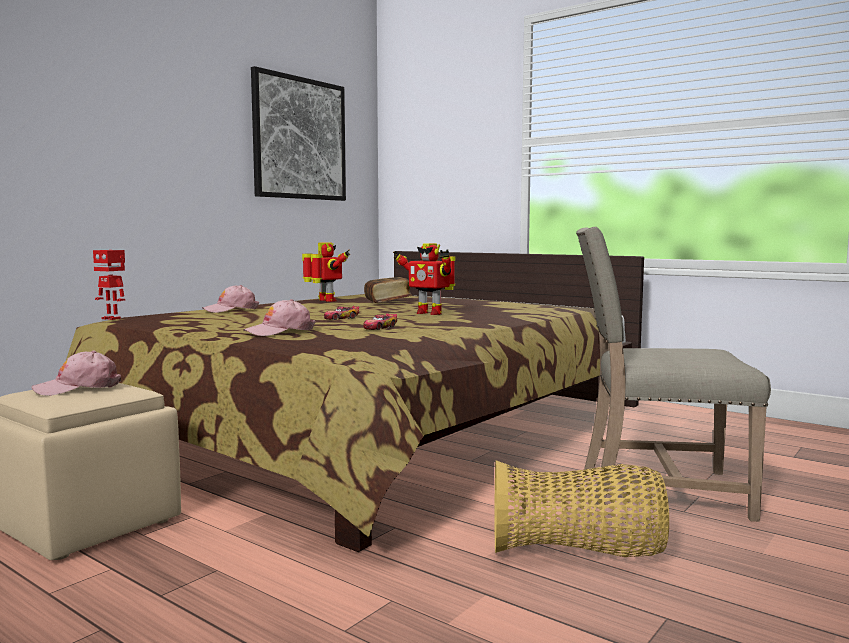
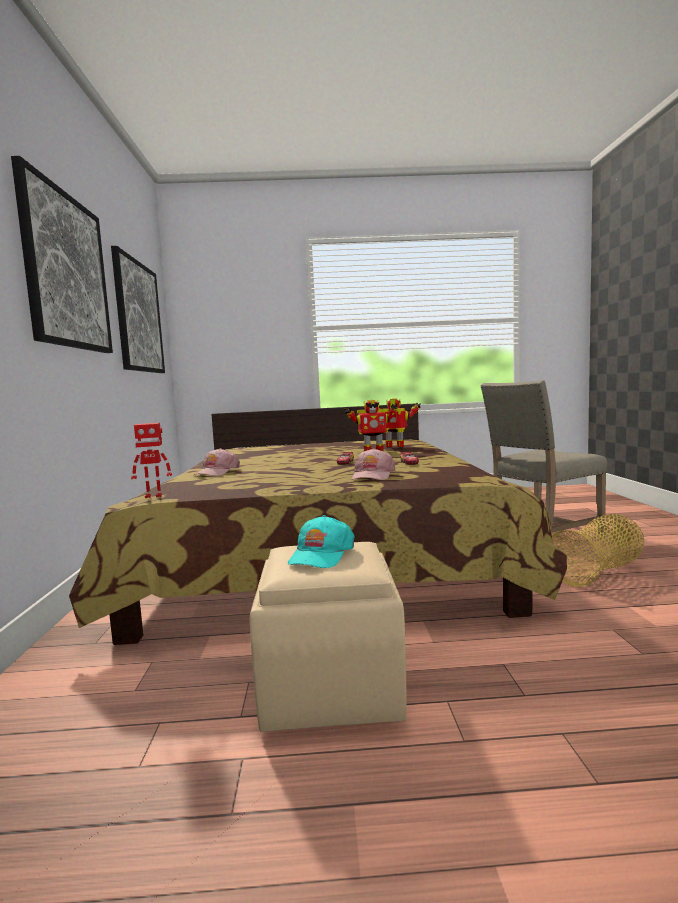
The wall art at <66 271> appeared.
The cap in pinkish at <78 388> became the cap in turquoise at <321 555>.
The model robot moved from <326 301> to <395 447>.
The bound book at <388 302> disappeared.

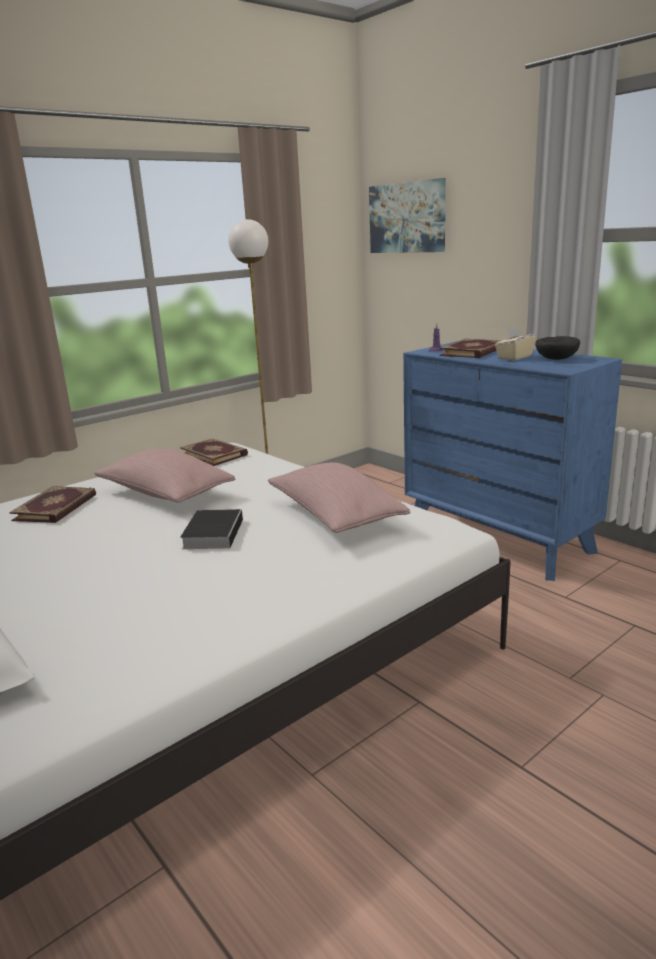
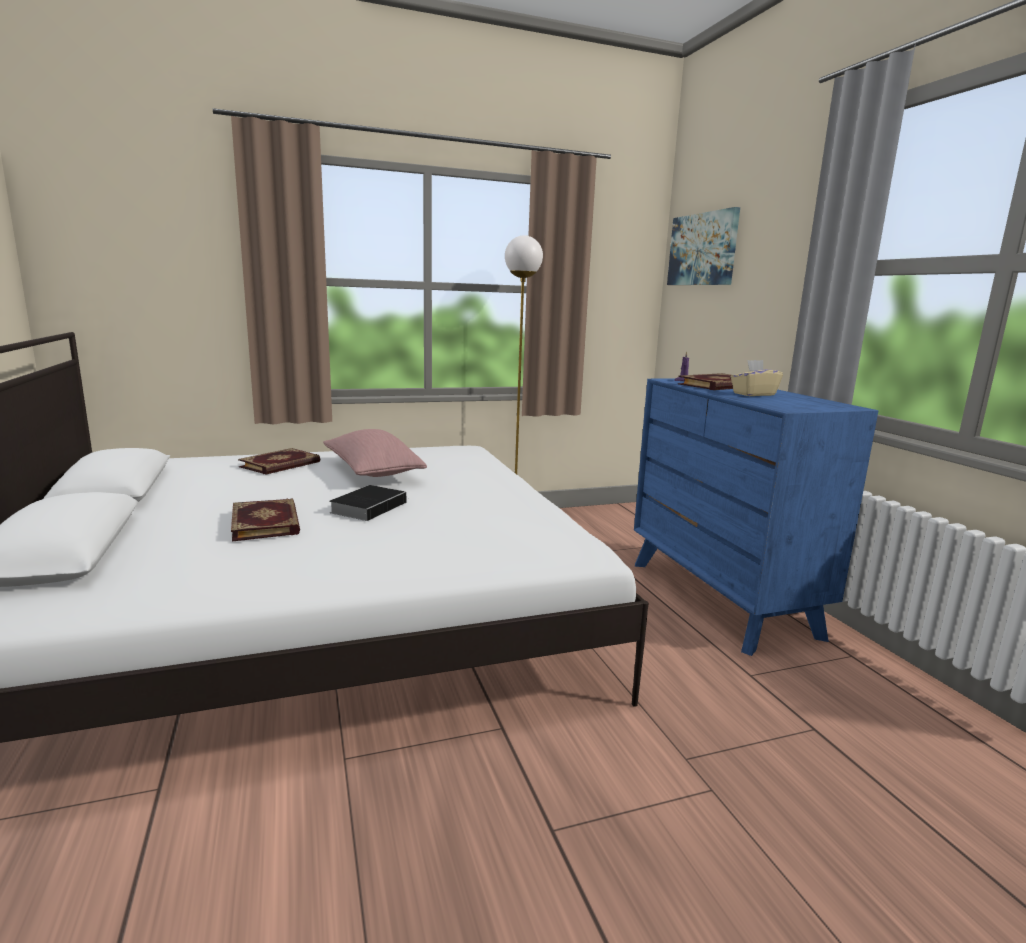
The bound book moved from <215 454> to <267 523>.
The cushion in pinkish at <335 516> disappeared.
The serving bowl in black-coloured at <556 359> disappeared.

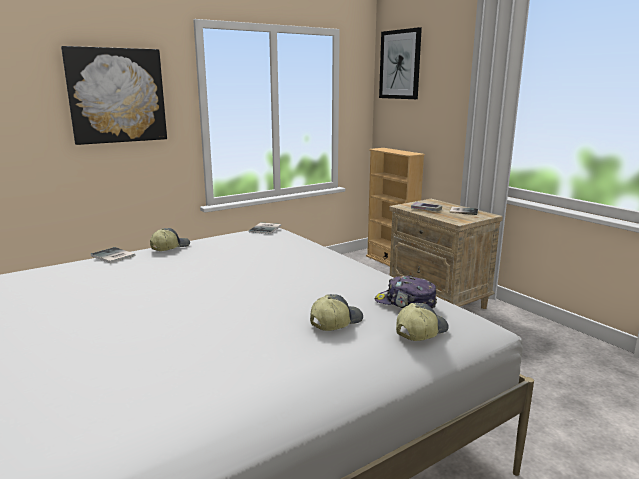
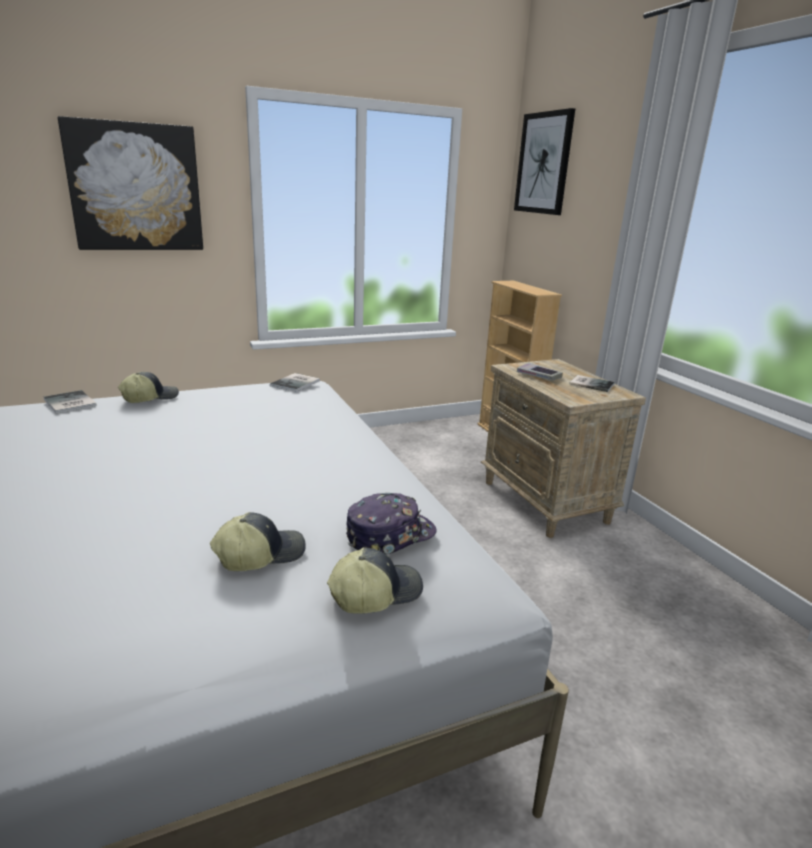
The cap at <405 303> turned 105 degrees clockwise.

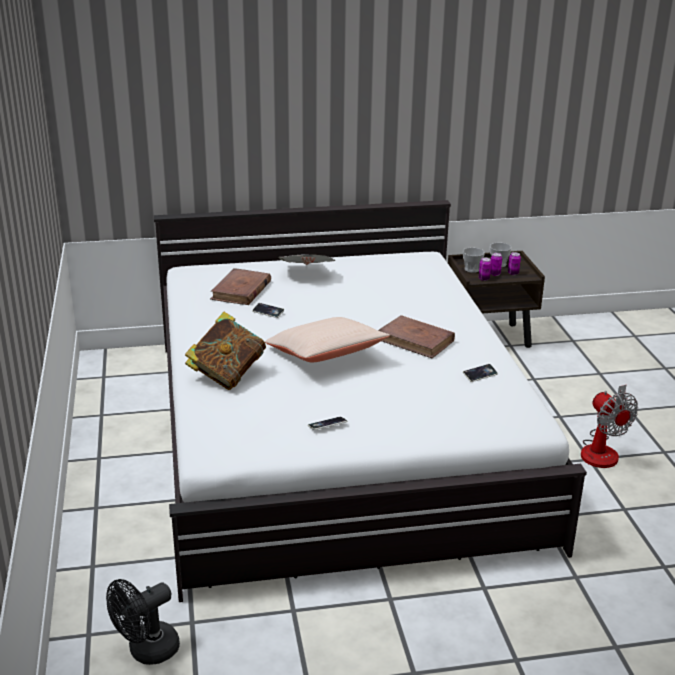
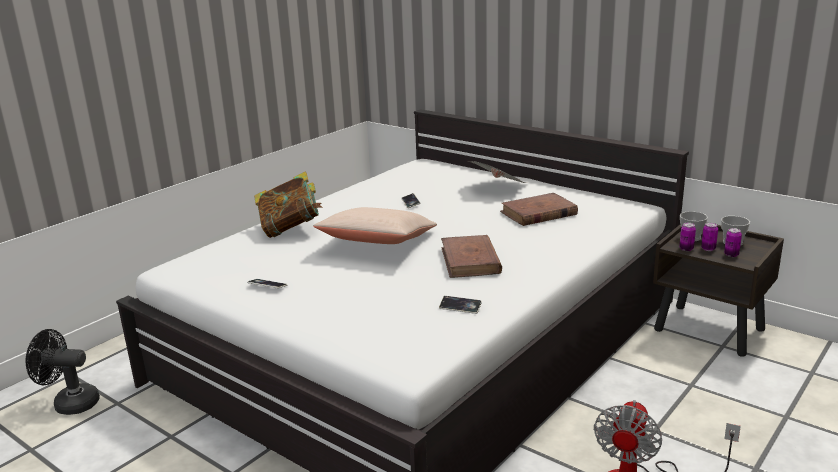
The bound book in brownish moved from <241 290> to <538 213>.

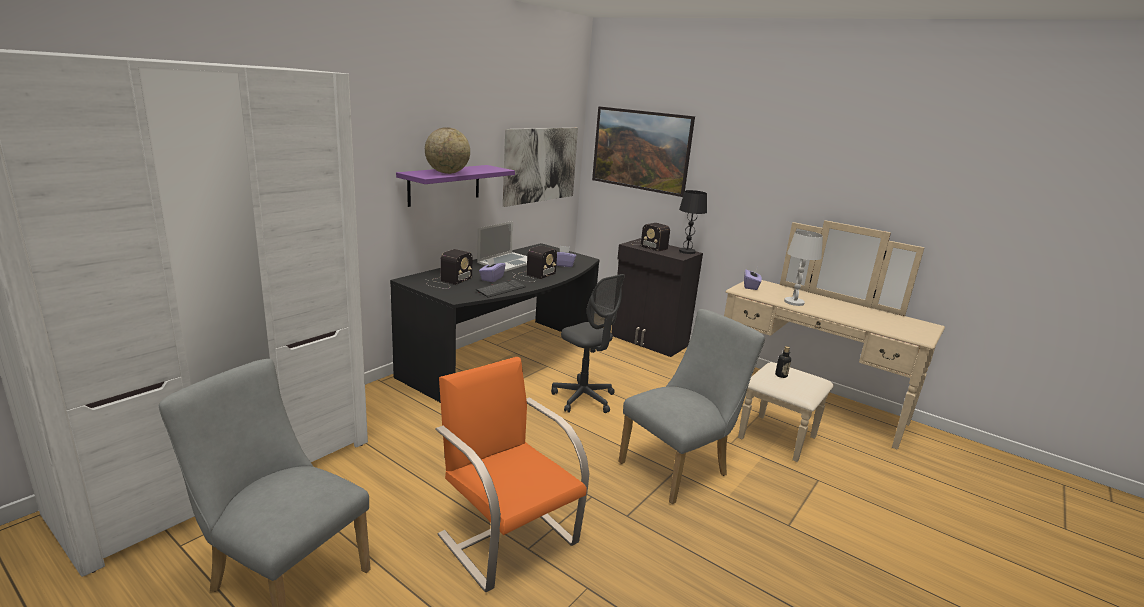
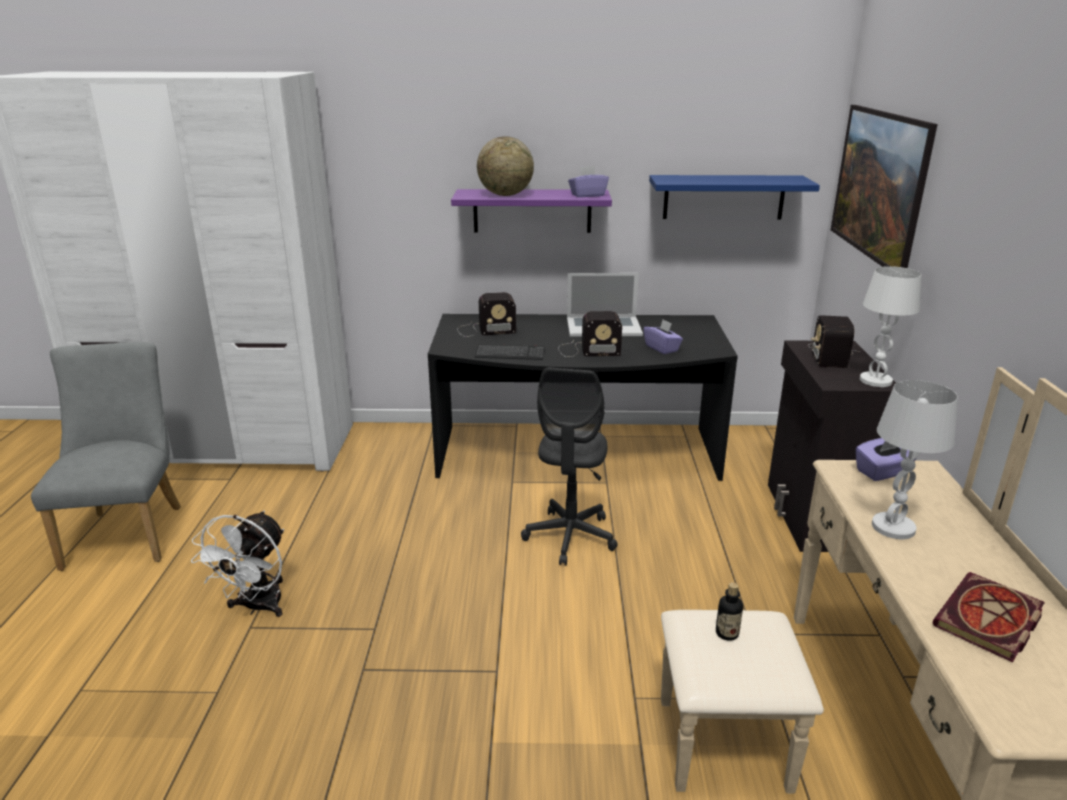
The upright chair in orangey at <507 537> was replaced by the fan in white at <257 607>.
The box of tissues in purplish moved from <491 278> to <587 195>.
The wall art at <541 165> was replaced by the shelf in blue at <723 197>.
The lamp for a table in black-coloured at <686 251> became the lamp for a table in white at <875 380>.
The bound book at <989 621> appeared.
The upright chair in grey at <679 467> disappeared.

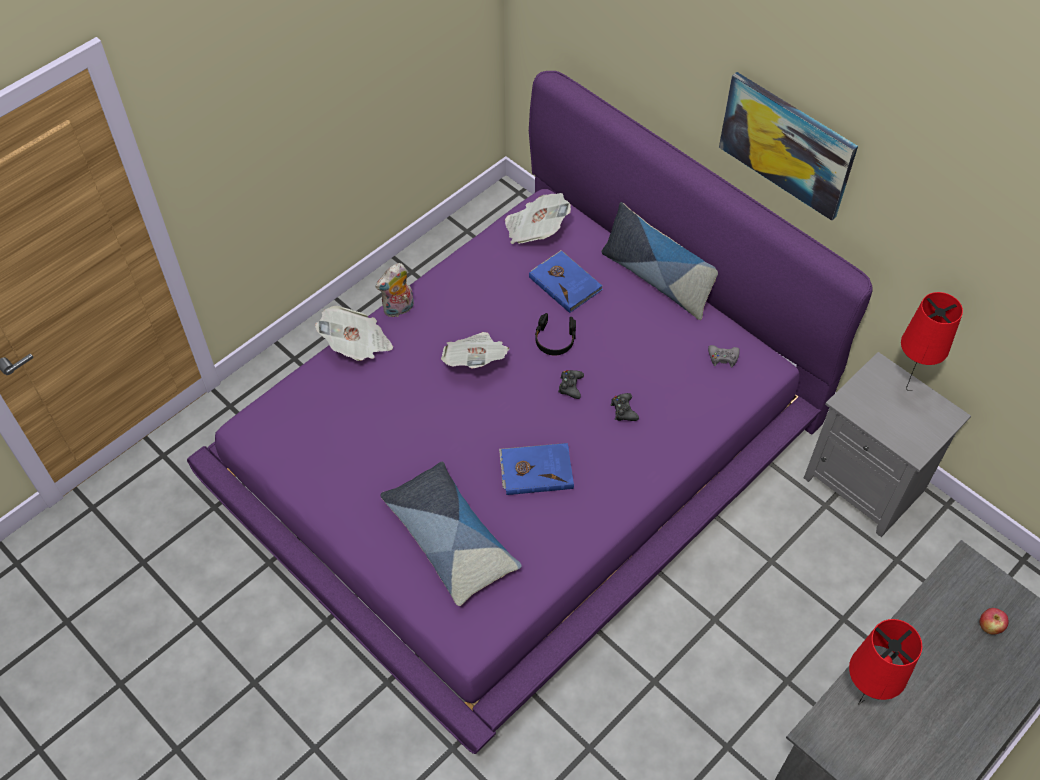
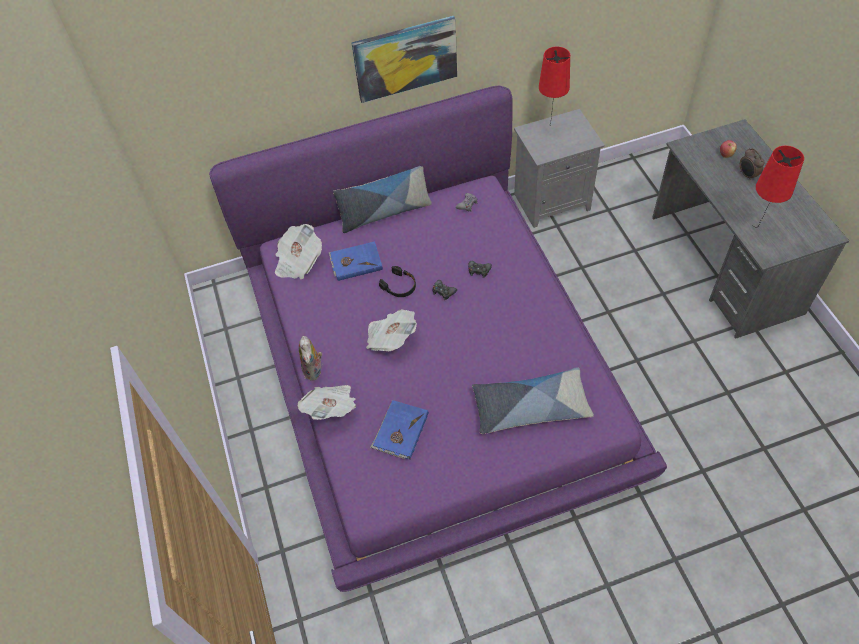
The bound book in blue moved from <536 470> to <400 431>.
The bedside clock at <747 175> appeared.

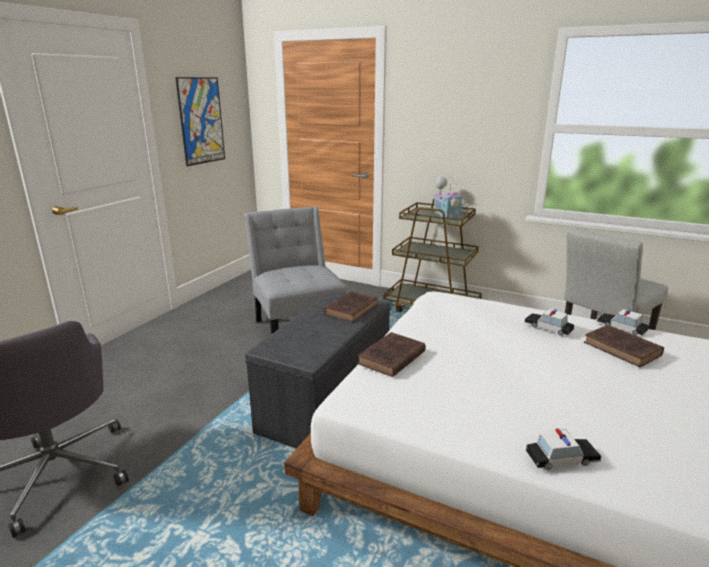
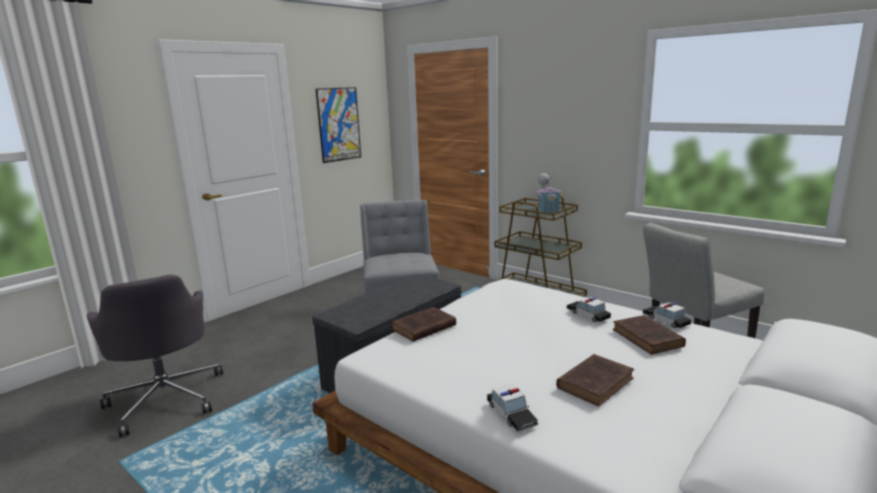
The toy car at <562 458> turned 60 degrees clockwise.
The bound book in brownish moved from <352 309> to <596 382>.

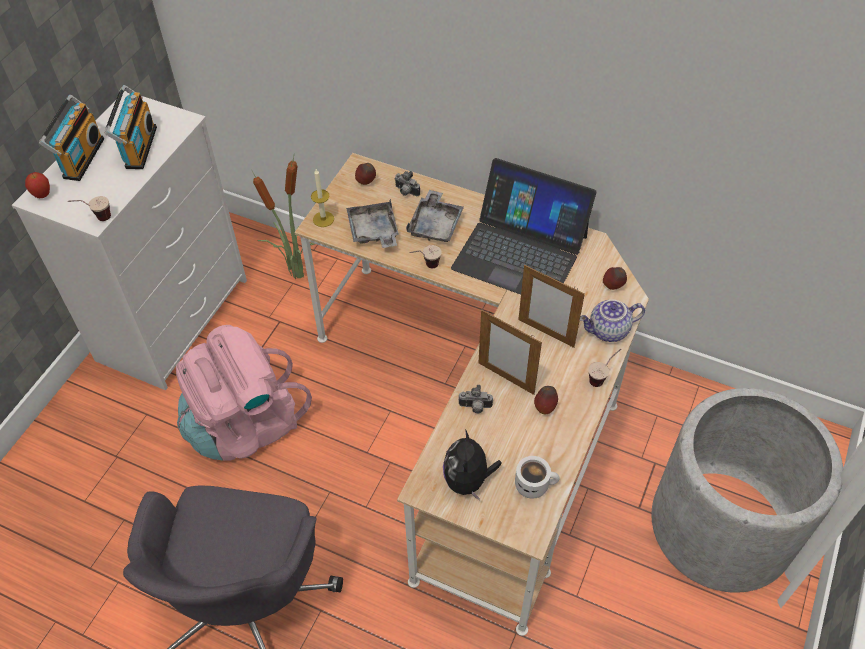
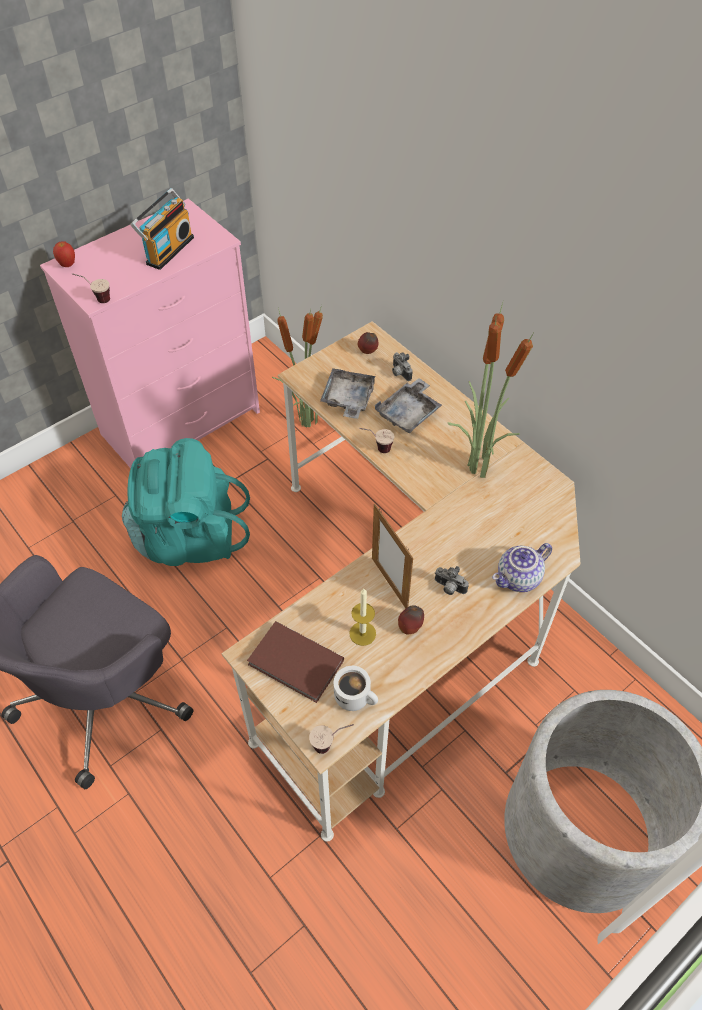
The dresser in white at <174 318> became the dresser in pinkish at <182 422>.
The rucksack in pinkish at <245 424> became the rucksack in turquoise at <189 537>.
The soft toy at <468 480> was replaced by the bound book in brownish at <295 665>.
The drinking cup moved from <602 377> to <331 744>.
The wax light moved from <323 219> to <362 633>.
The still camera moved from <475 407> to <449 588>.
The notebook computer at <520 251> was replaced by the potted plant at <476 468>.
The pot for tea at <608 331> turned 45 degrees counterclockwise.
The radio set at <81 158> disappeared.
The photo frame at <546 333> disappeared.
The apple at <613 286> disappeared.

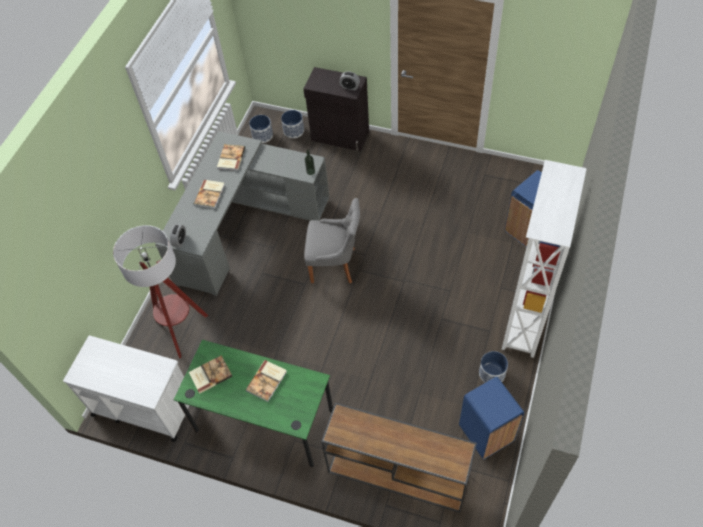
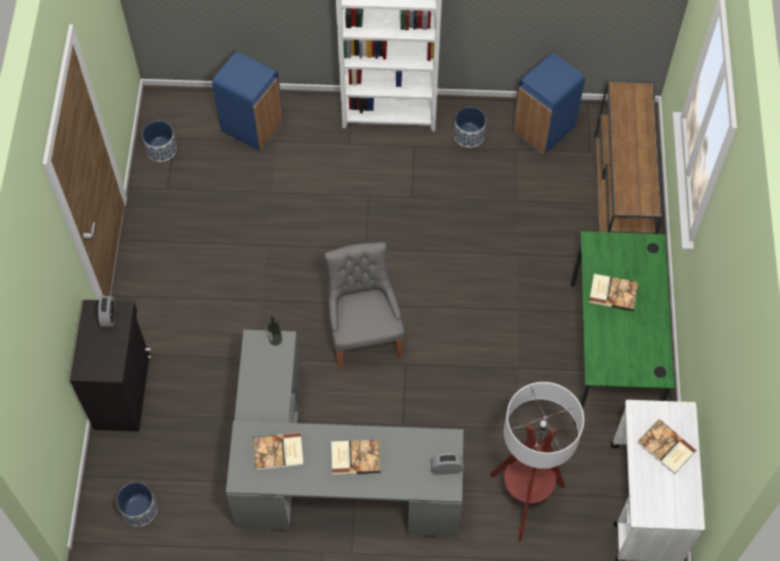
The plant pot moved from <294 130> to <161 149>.
The bound book moved from <210 374> to <666 448>.

